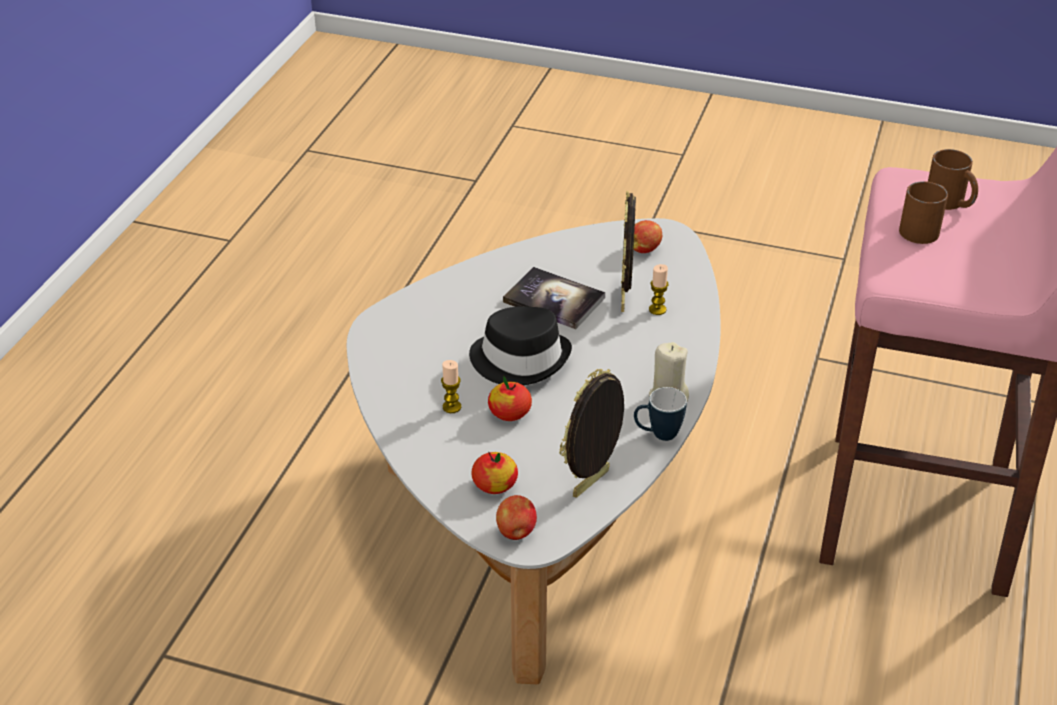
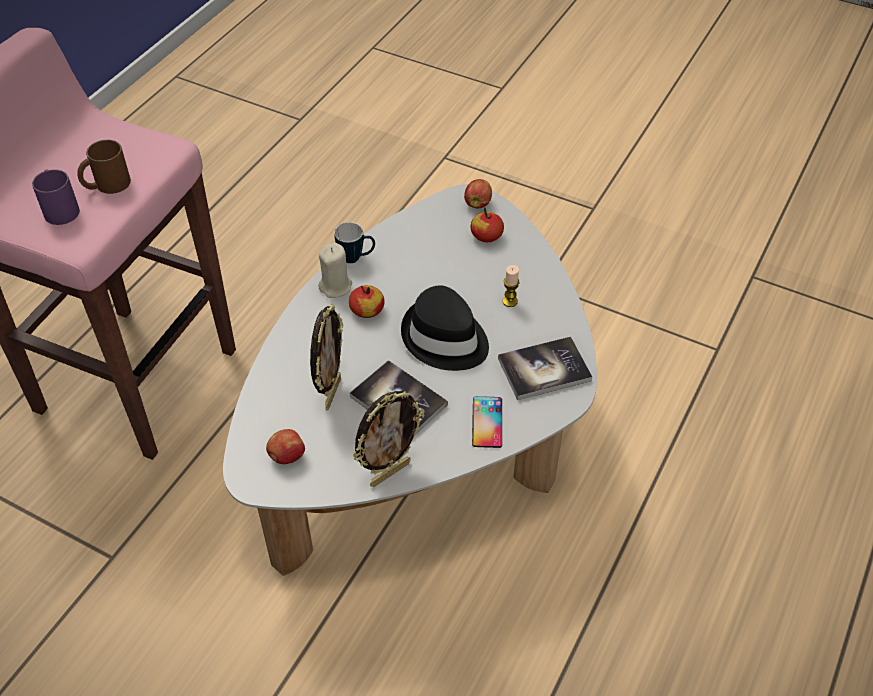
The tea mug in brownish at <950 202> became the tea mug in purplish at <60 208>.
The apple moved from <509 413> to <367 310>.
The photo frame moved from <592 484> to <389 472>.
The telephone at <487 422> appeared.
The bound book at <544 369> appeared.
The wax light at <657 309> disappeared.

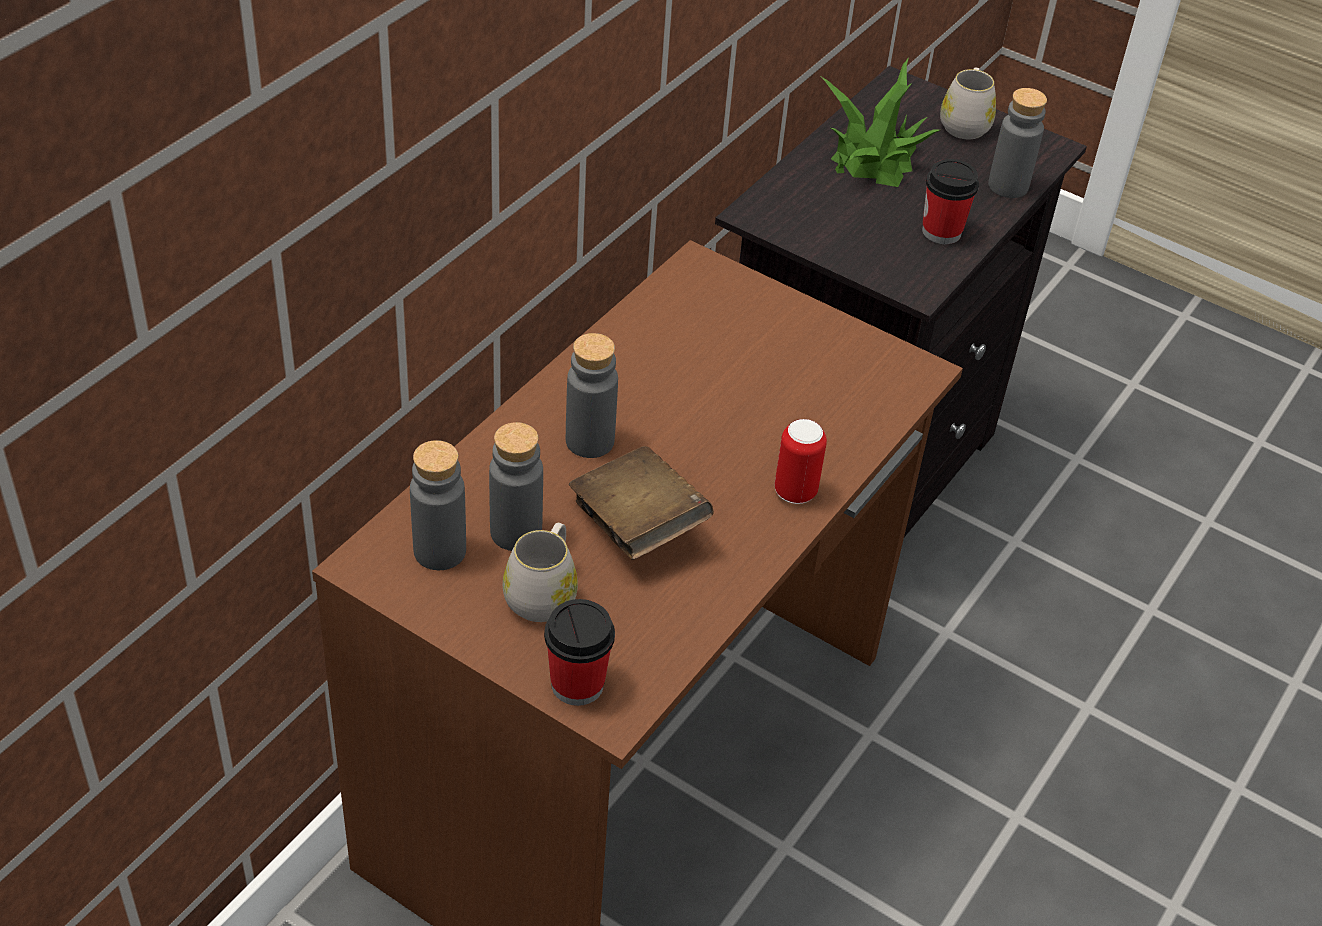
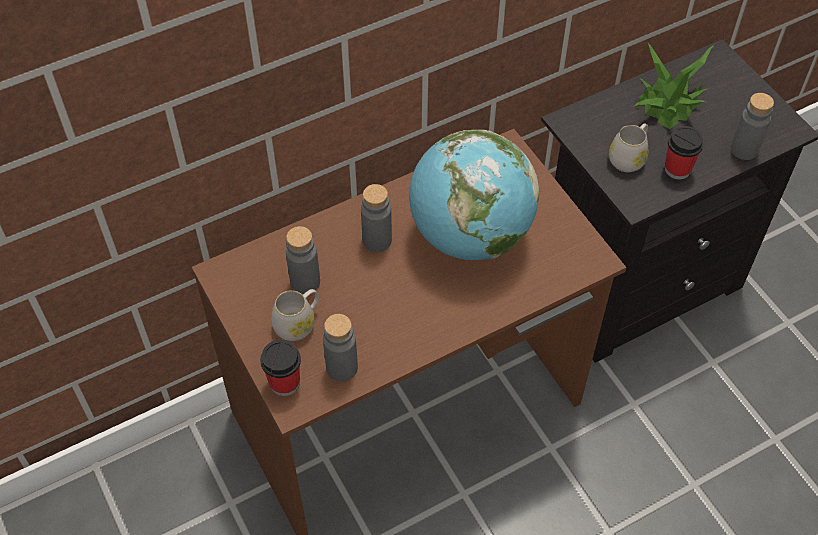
The bottle in grey moved from <440 551> to <342 368>.
The globe at <470 235> appeared.
The tea mug in white moved from <965 123> to <629 158>.
The bound book in brownish at <637 526> disappeared.
The sealed can at <795 491> disappeared.

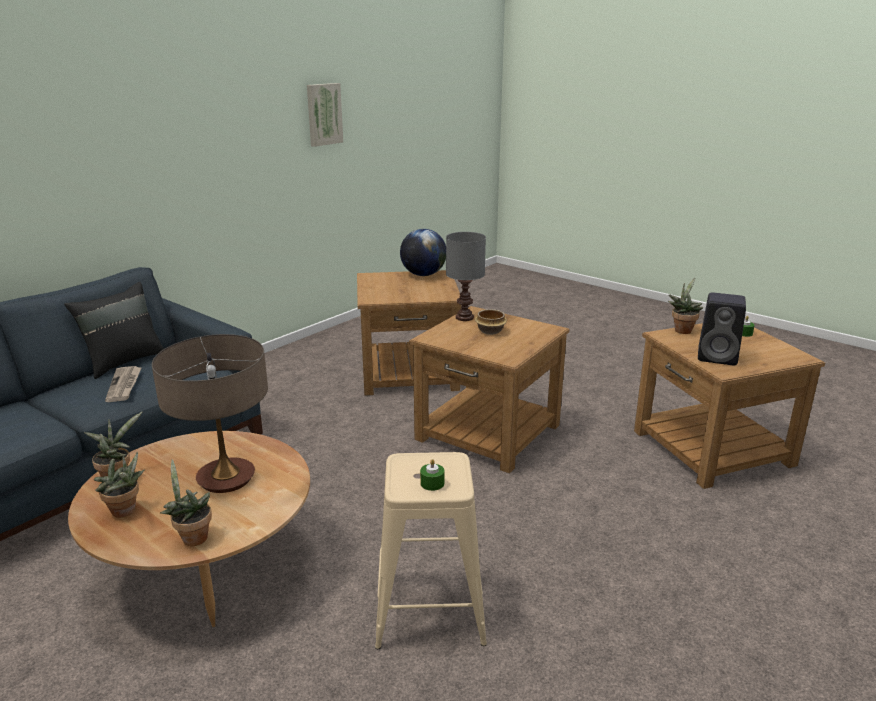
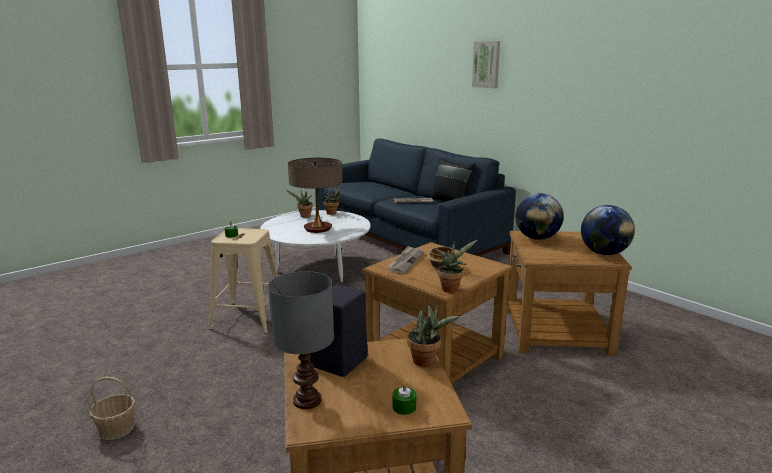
The household basket at <116 428> appeared.
The lounge table in brownish at <207 567> became the lounge table in white at <317 269>.
The lamp for a table in grey moved from <464 318> to <306 400>.
The newspaper at <405 261> appeared.
The potted plant moved from <192 537> to <451 288>.
The wall art moved from <323 114> to <487 64>.
The globe at <537 238> appeared.

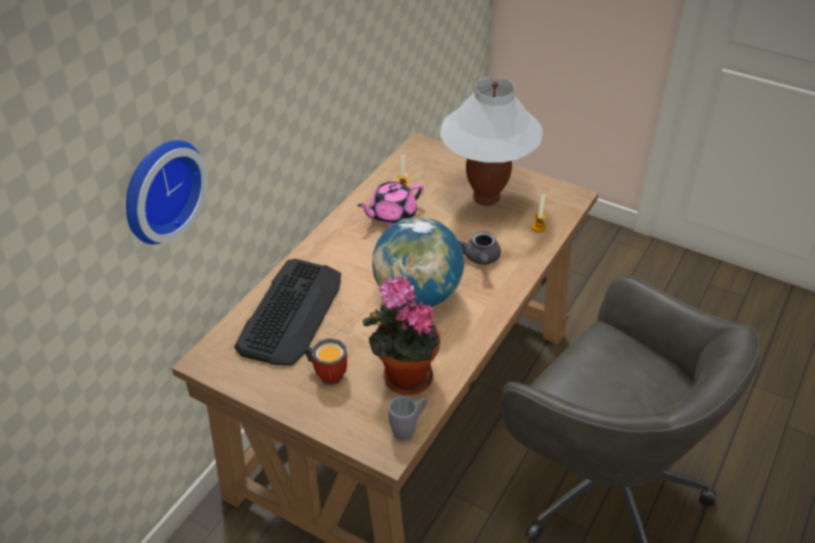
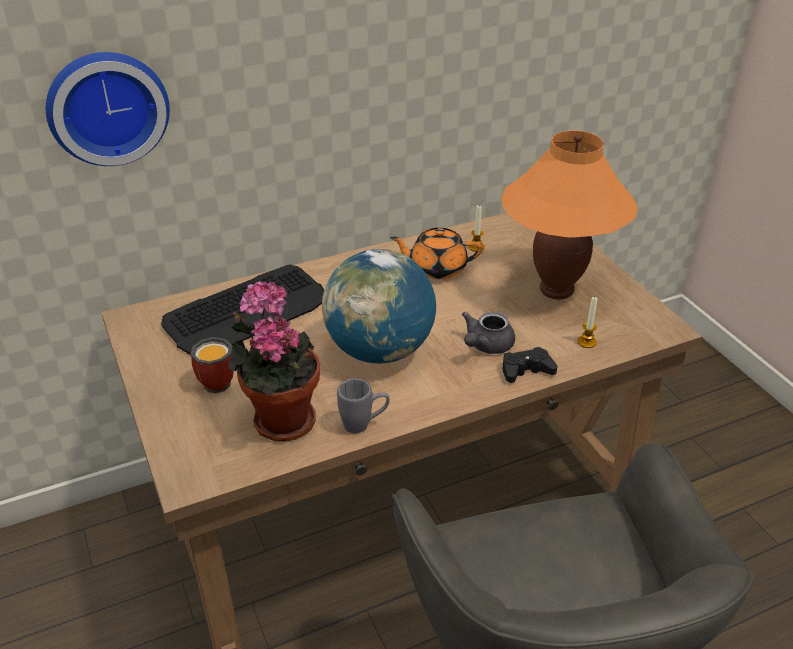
The tea mug in grey moved from <408 429> to <364 425>.
The pot for tea in pinkish at <391 215> became the pot for tea in orangey at <436 268>.
The lamp for a table in white at <486 198> became the lamp for a table in orangey at <557 290>.
The joypad in black-coloured at <526 370> appeared.

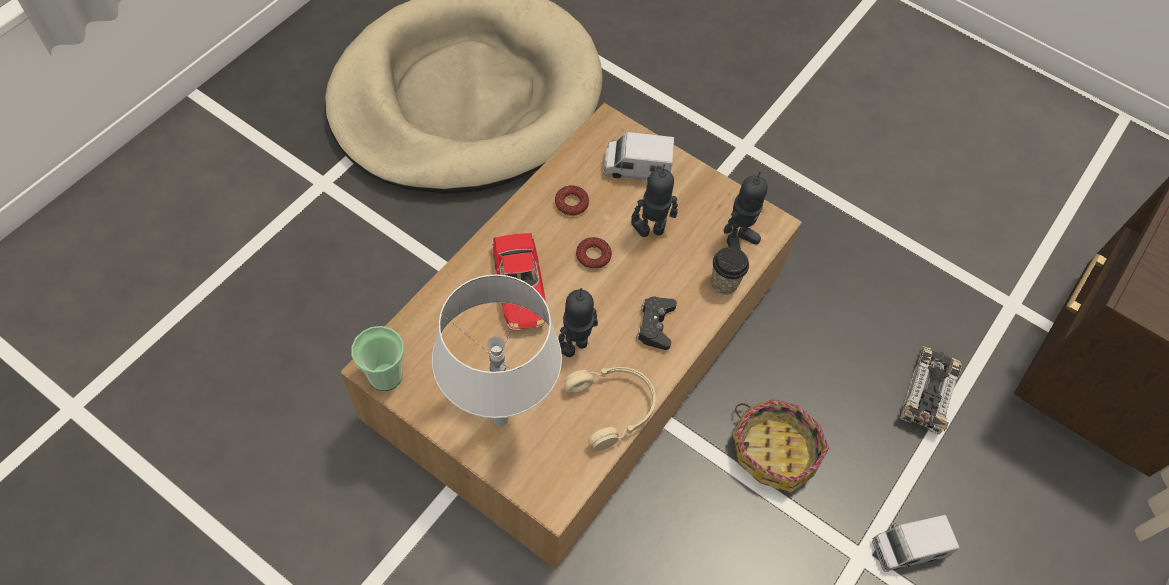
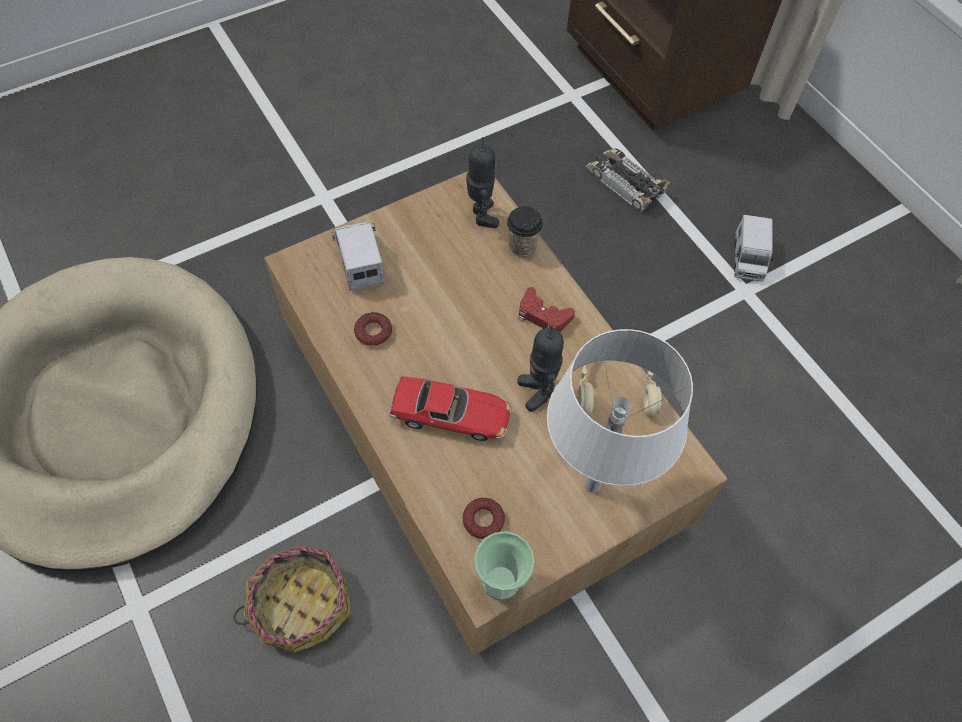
The household basket moved from <774 450> to <299 603>.
The toy lorry at <636 167> turned 135 degrees clockwise.
The doughnut moved from <593 256> to <483 520>.
The joypad in black-coloured at <655 325> became the joypad in red at <543 316>.
The model robot at <650 230> disappeared.

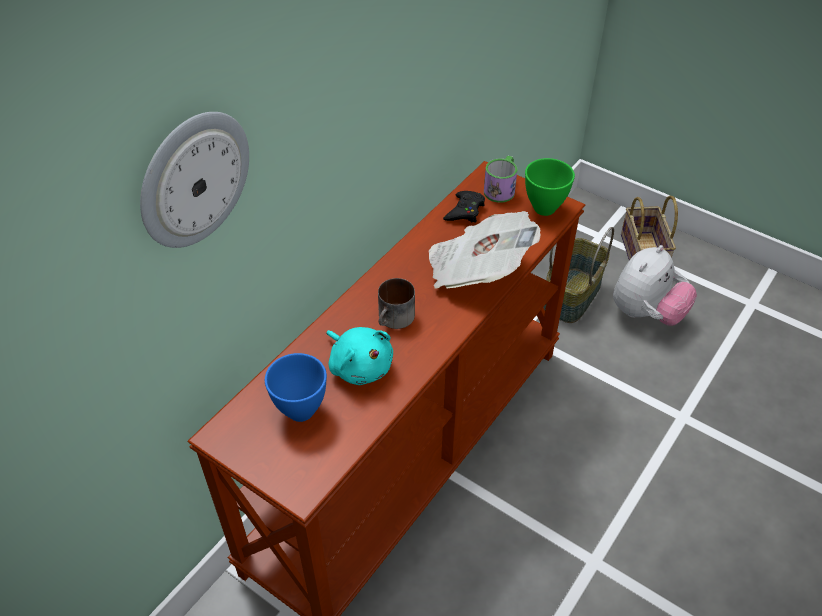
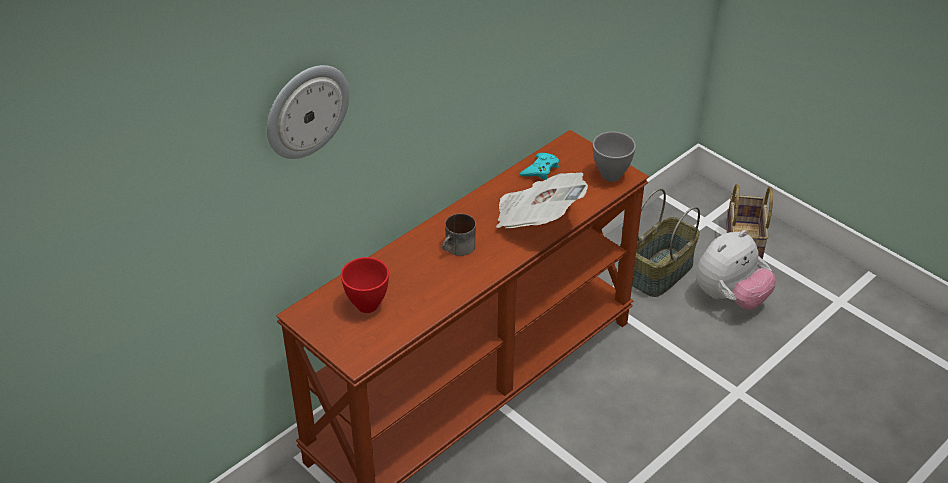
The serving bowl in blue at <301 412> became the serving bowl in red at <367 306>.
The joypad in black-coloured at <465 211> became the joypad in turquoise at <540 170>.
The serving bowl in greenish at <543 208> became the serving bowl in grey at <610 175>.
The soft toy in turquoise at <359 366> disappeared.
The tea mug at <501 188> disappeared.

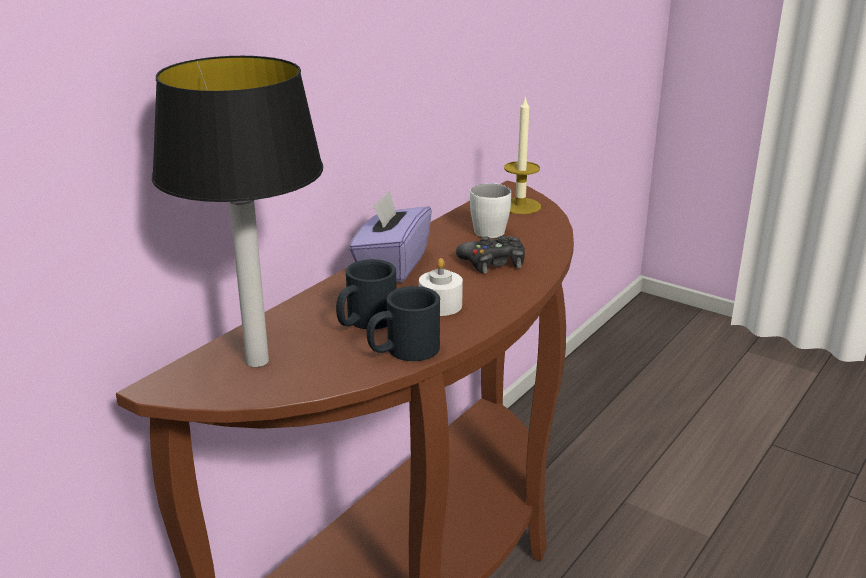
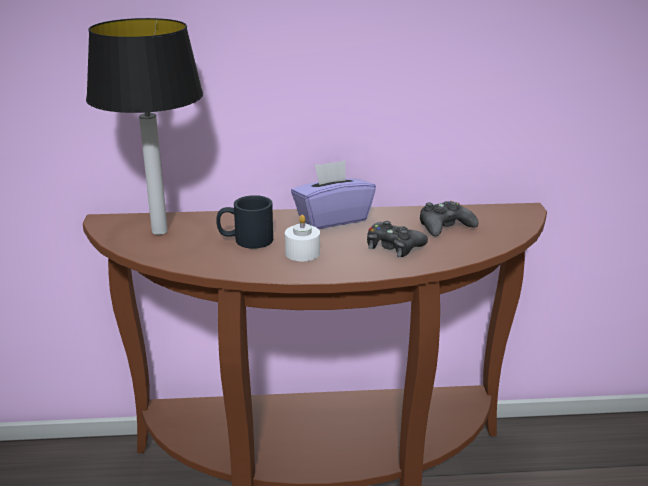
The tea mug in white at <491 228> was replaced by the joypad in black-coloured at <445 226>.
The tea mug in black-coloured at <403 351> disappeared.
The wax light at <520 206> disappeared.

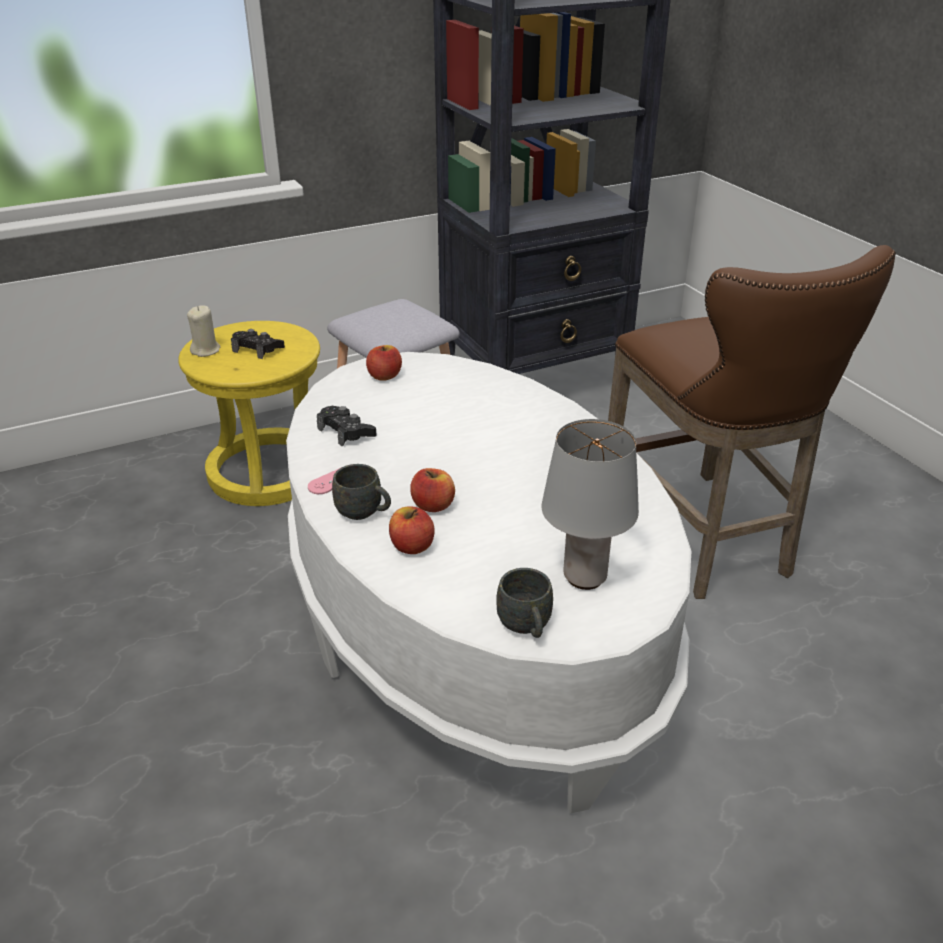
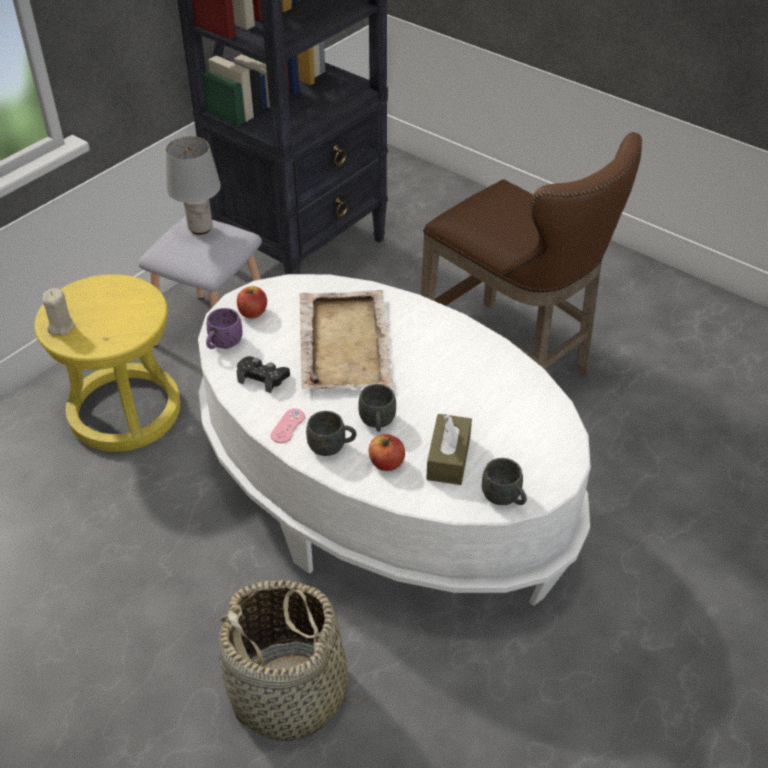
The lamp for a table in grey moved from <585 578> to <201 228>.
The tea mug in purplish at <223 344> appeared.
The household basket at <290 693> appeared.
The tray in beige at <345 342> appeared.
The apple at <433 505> was replaced by the tea mug in grey at <377 423>.
The box of tissues in brownish at <448 458> appeared.
The joypad in black-coloured at <257 349> disappeared.

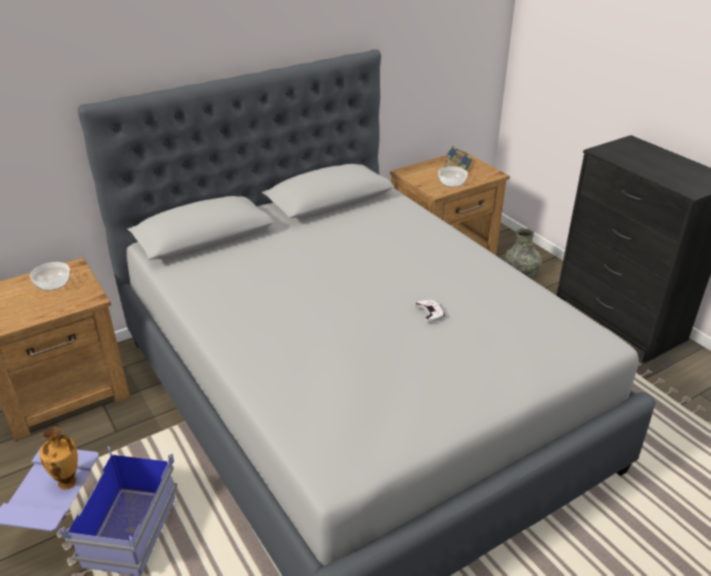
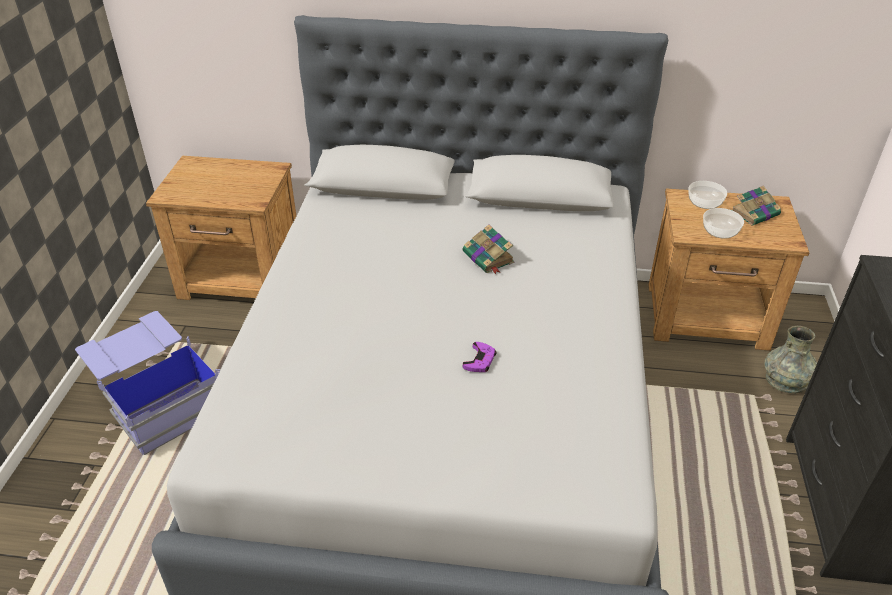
The bound book at <489 258> appeared.
The joypad in white at <430 313> became the joypad in purplish at <480 360>.
The serving bowl moved from <53 283> to <704 202>.
The decorative vase at <68 483> disappeared.

